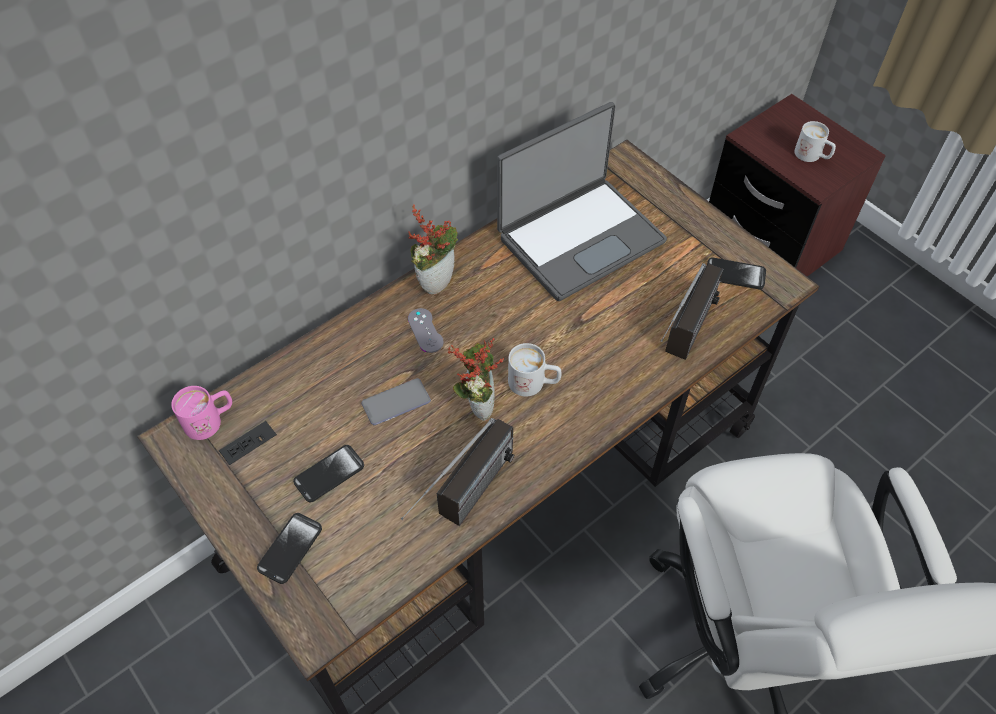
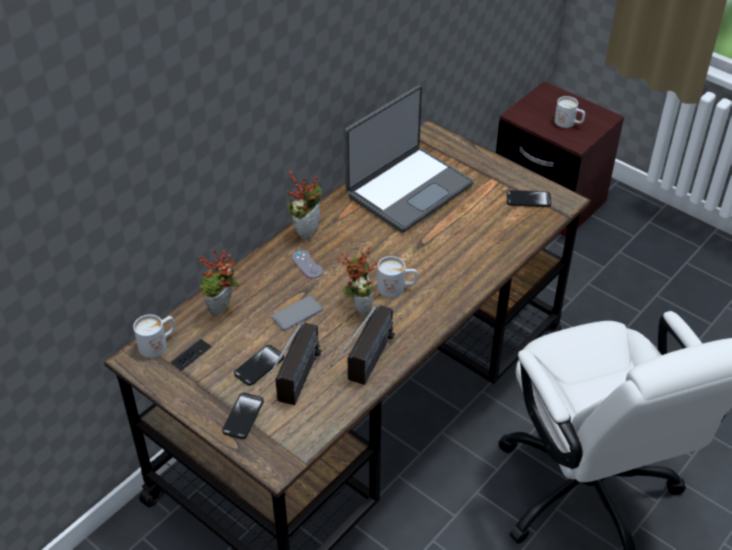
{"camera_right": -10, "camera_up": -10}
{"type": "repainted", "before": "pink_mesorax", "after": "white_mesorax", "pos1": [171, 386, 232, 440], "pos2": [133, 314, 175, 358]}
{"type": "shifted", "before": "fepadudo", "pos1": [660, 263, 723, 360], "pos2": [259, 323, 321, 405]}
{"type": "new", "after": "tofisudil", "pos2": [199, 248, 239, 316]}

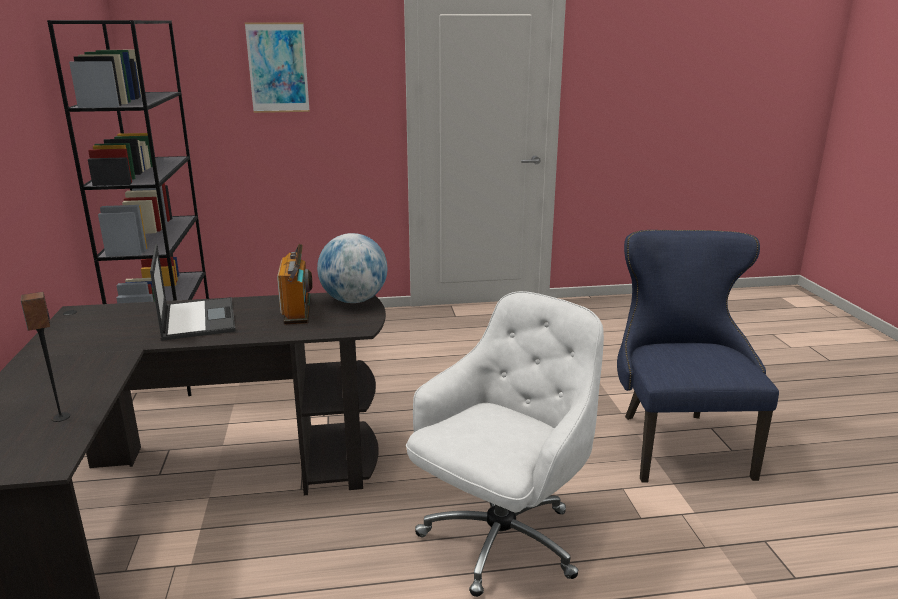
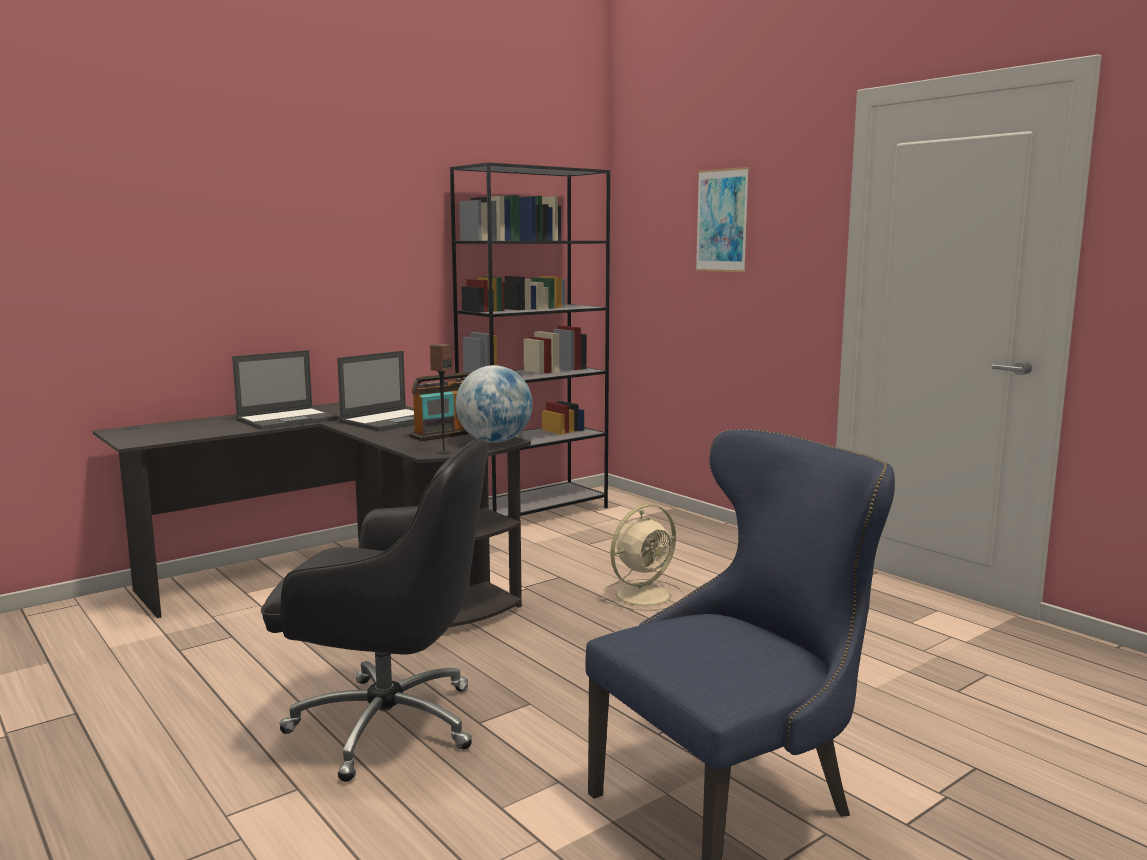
{"camera_right": 60, "camera_up": -10}
{"type": "shifted", "before": "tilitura", "pos1": [21, 292, 70, 422], "pos2": [430, 344, 452, 454]}
{"type": "repainted", "before": "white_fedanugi", "after": "black_fedanugi", "pos1": [406, 291, 604, 597], "pos2": [261, 437, 488, 782]}
{"type": "new", "after": "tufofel", "pos2": [232, 350, 339, 430]}
{"type": "new", "after": "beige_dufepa", "pos2": [600, 504, 686, 611]}

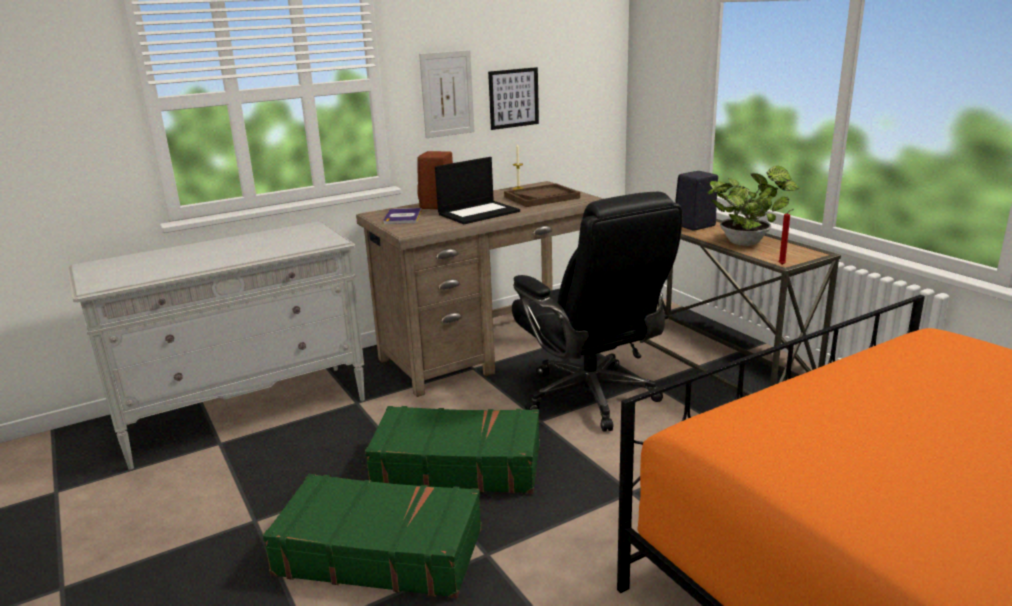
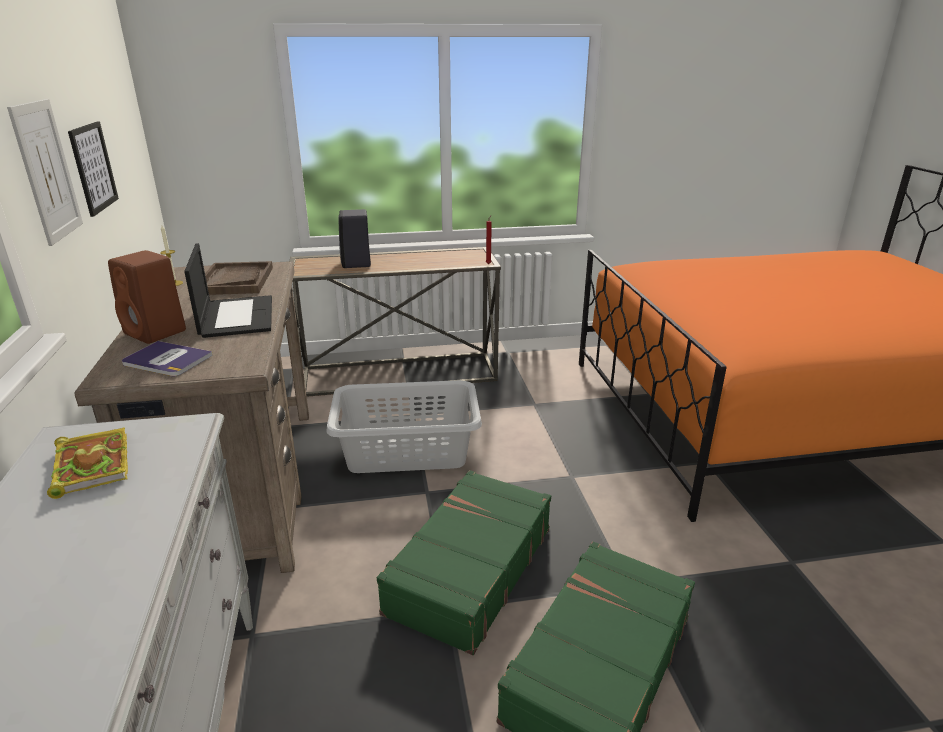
{"camera_right": -70, "camera_up": 5}
{"type": "swapped", "before": "black_fedanugi", "after": "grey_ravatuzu", "pos1": [512, 192, 683, 432], "pos2": [326, 380, 482, 473]}
{"type": "gone", "before": "tofisudil", "pos1": [708, 166, 800, 246]}
{"type": "new", "after": "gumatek", "pos2": [47, 427, 128, 499]}

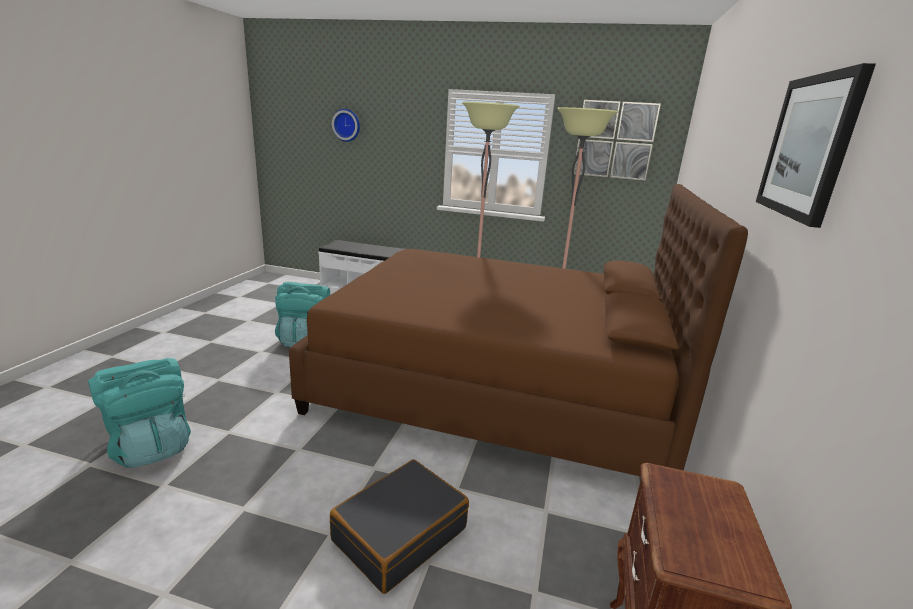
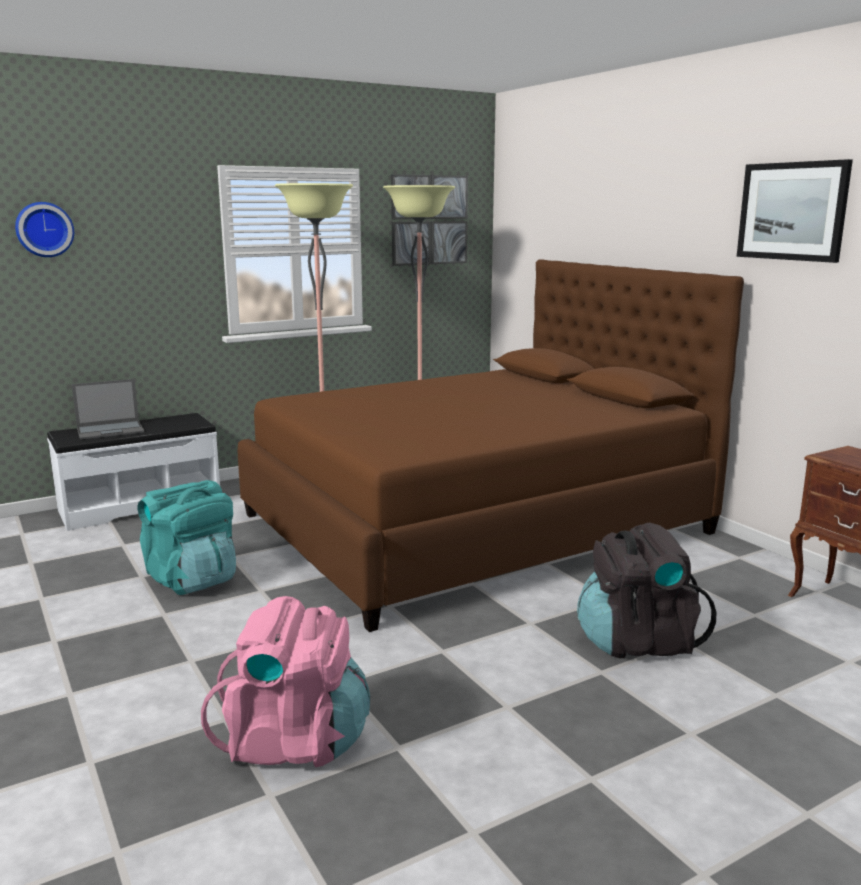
{"camera_right": -45, "camera_up": -5}
{"type": "repainted", "before": "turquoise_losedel", "after": "pink_losedel", "pos1": [88, 358, 191, 468], "pos2": [201, 596, 370, 767]}
{"type": "swapped", "before": "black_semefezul", "after": "black_losedel", "pos1": [330, 459, 469, 594], "pos2": [577, 522, 716, 658]}
{"type": "new", "after": "tufofel", "pos2": [72, 379, 144, 440]}

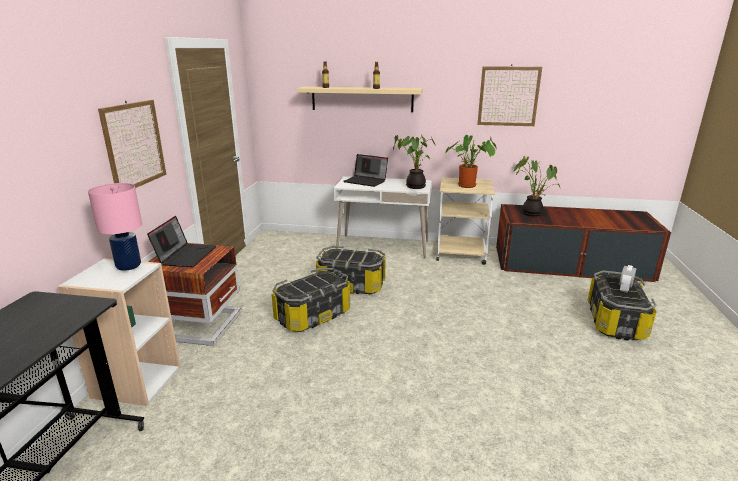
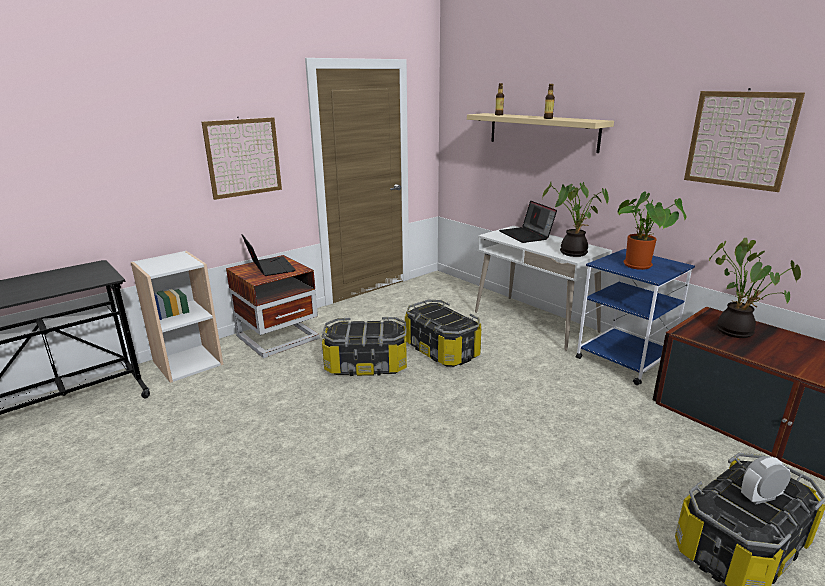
{"camera_right": 40, "camera_up": 0}
{"type": "gone", "before": "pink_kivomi", "pos1": [88, 183, 142, 271]}
{"type": "rotated", "before": "tufofel", "pos1": [147, 216, 216, 267], "pos2": [242, 234, 296, 276], "turn": -75}
{"type": "repainted", "before": "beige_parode", "after": "blue_parode", "pos1": [436, 177, 495, 265], "pos2": [576, 249, 695, 385]}

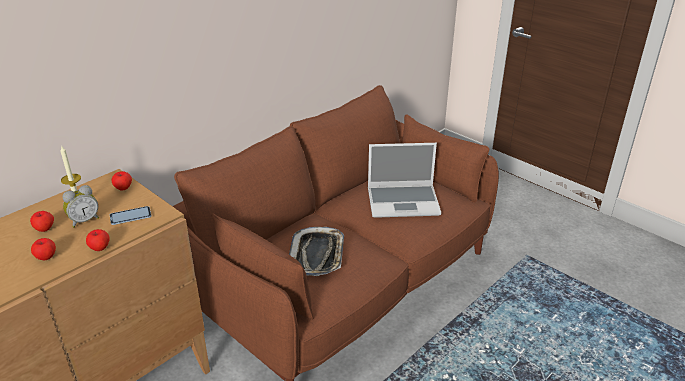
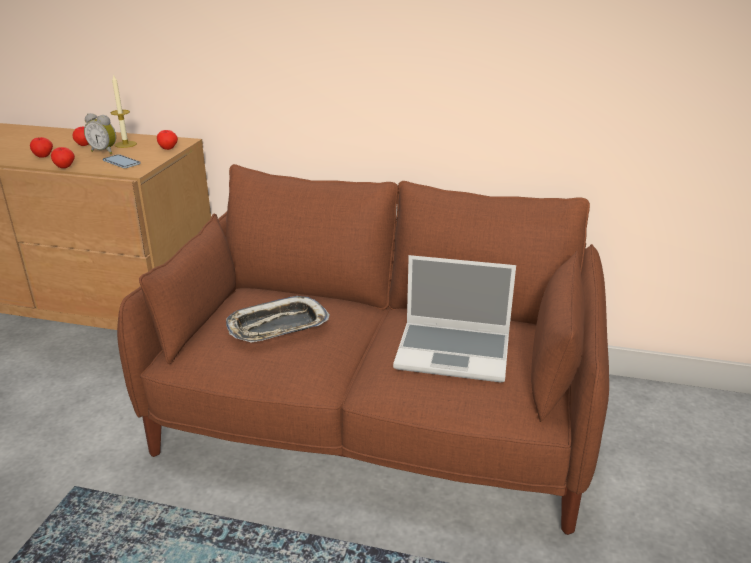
{"camera_right": 60, "camera_up": -5}
{"type": "rotated", "before": "tufofel", "pos1": [368, 143, 441, 218], "pos2": [393, 255, 516, 382], "turn": -45}

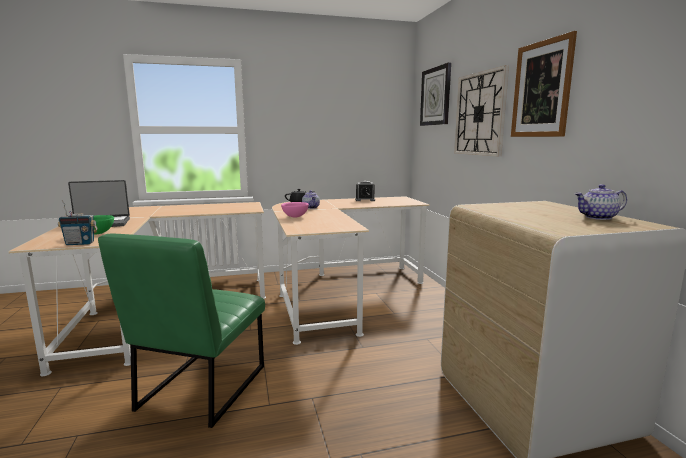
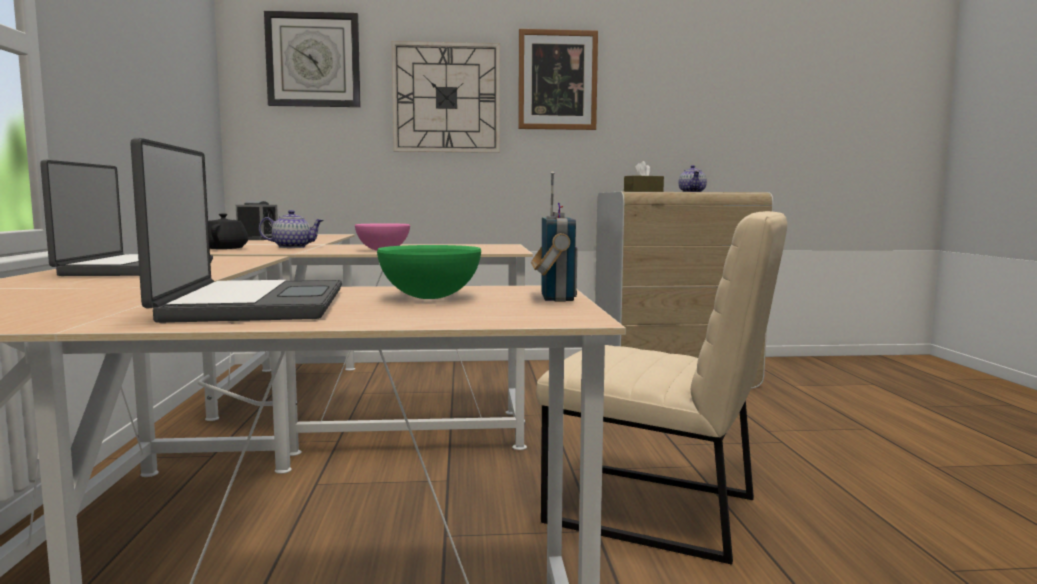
{"camera_right": -80, "camera_up": -5}
{"type": "repainted", "before": "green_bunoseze", "after": "beige_bunoseze", "pos1": [98, 234, 265, 428], "pos2": [536, 211, 787, 564]}
{"type": "new", "after": "tufofel", "pos2": [40, 160, 213, 276]}
{"type": "new", "after": "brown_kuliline", "pos2": [624, 161, 664, 192]}

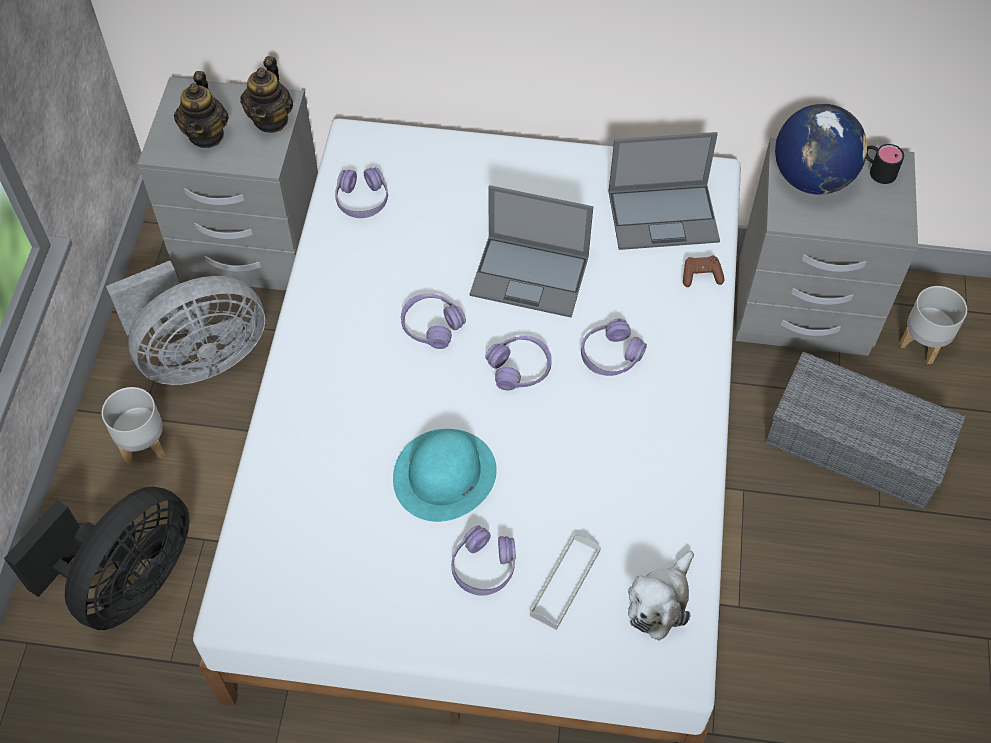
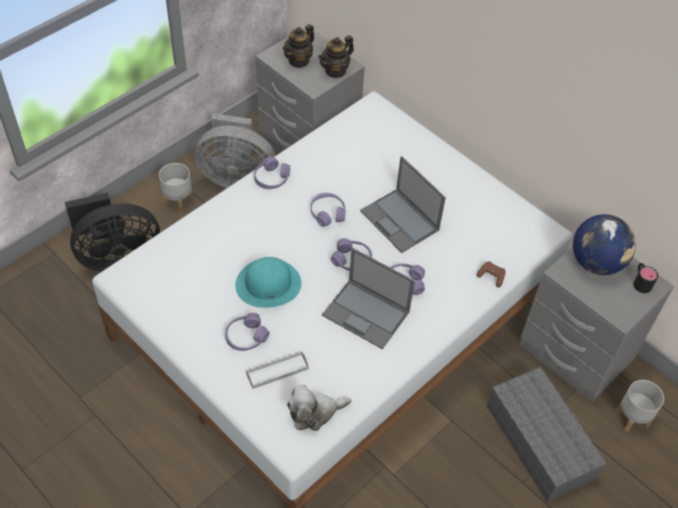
{"camera_right": 35, "camera_up": -5}
{"type": "shifted", "before": "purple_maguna", "pos1": [335, 167, 388, 218], "pos2": [254, 156, 290, 189]}
{"type": "shifted", "before": "tufofel", "pos1": [608, 132, 720, 250], "pos2": [322, 248, 415, 350]}

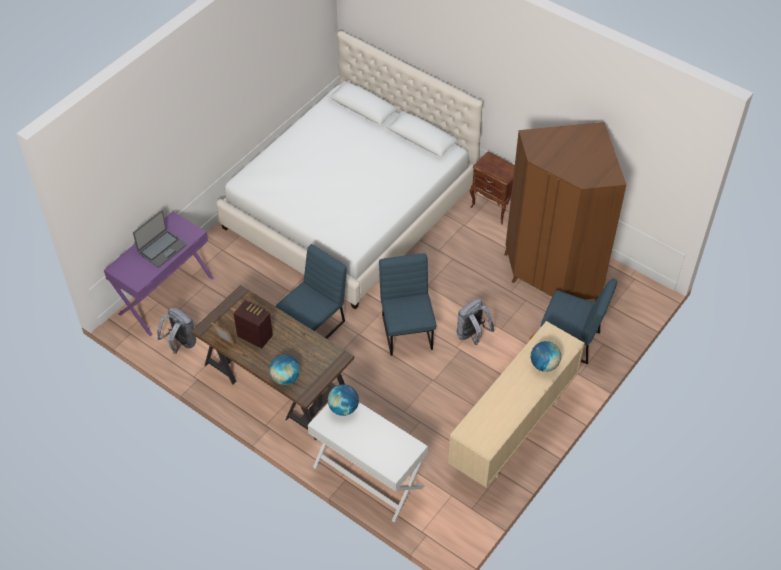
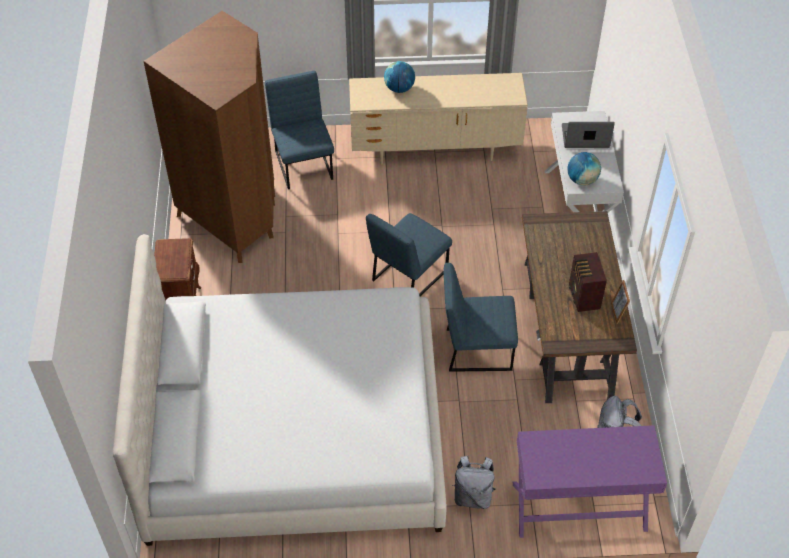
{"camera_right": -130, "camera_up": 0}
{"type": "shifted", "before": "tufofel", "pos1": [133, 210, 187, 268], "pos2": [562, 122, 615, 148]}
{"type": "gone", "before": "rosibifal", "pos1": [269, 355, 300, 385]}
{"type": "shifted", "before": "grey_losedel", "pos1": [457, 299, 495, 345], "pos2": [452, 456, 496, 509]}

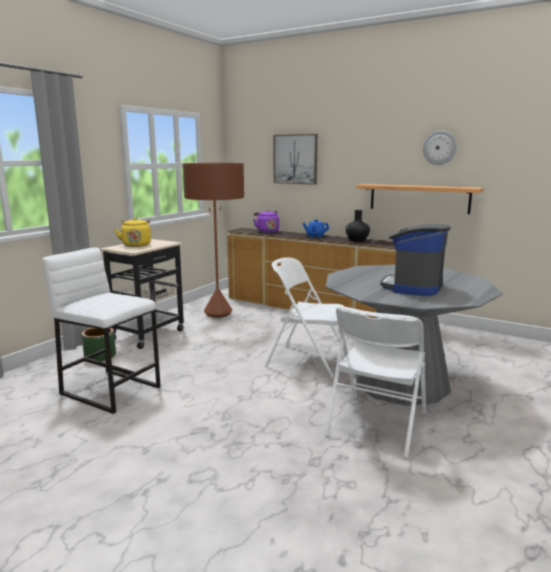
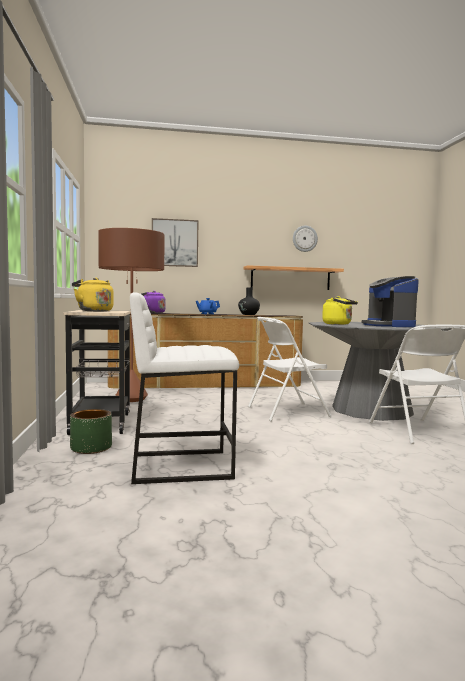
{"camera_right": -40, "camera_up": -10}
{"type": "new", "after": "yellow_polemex", "pos2": [322, 296, 358, 325]}

